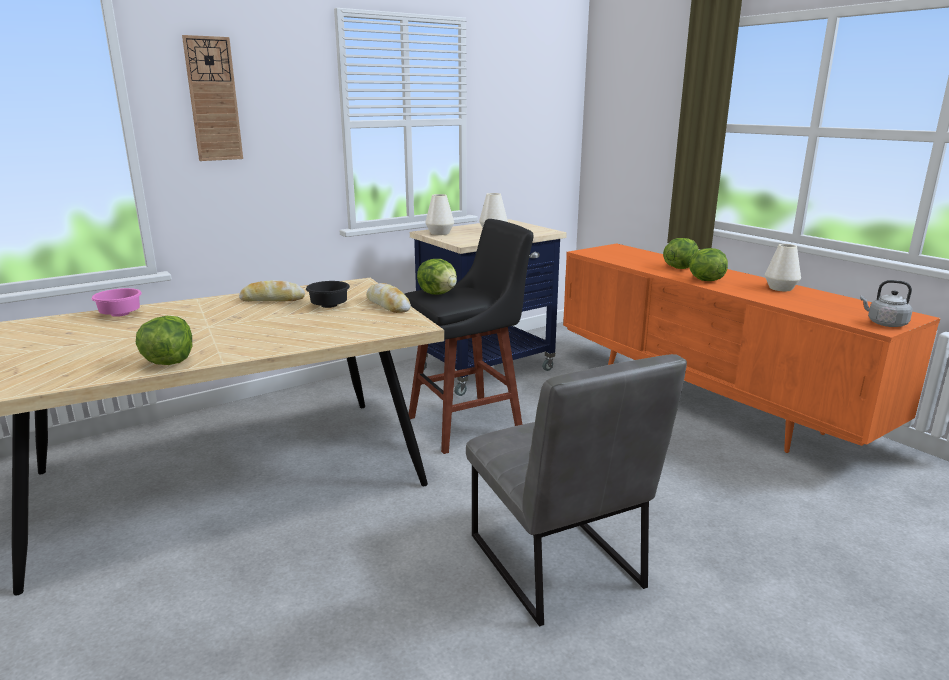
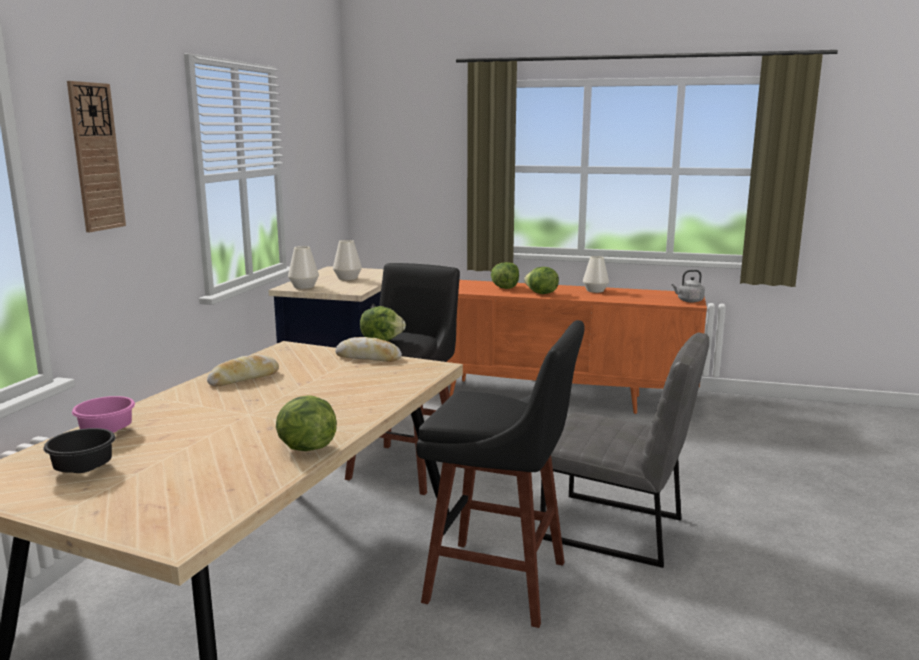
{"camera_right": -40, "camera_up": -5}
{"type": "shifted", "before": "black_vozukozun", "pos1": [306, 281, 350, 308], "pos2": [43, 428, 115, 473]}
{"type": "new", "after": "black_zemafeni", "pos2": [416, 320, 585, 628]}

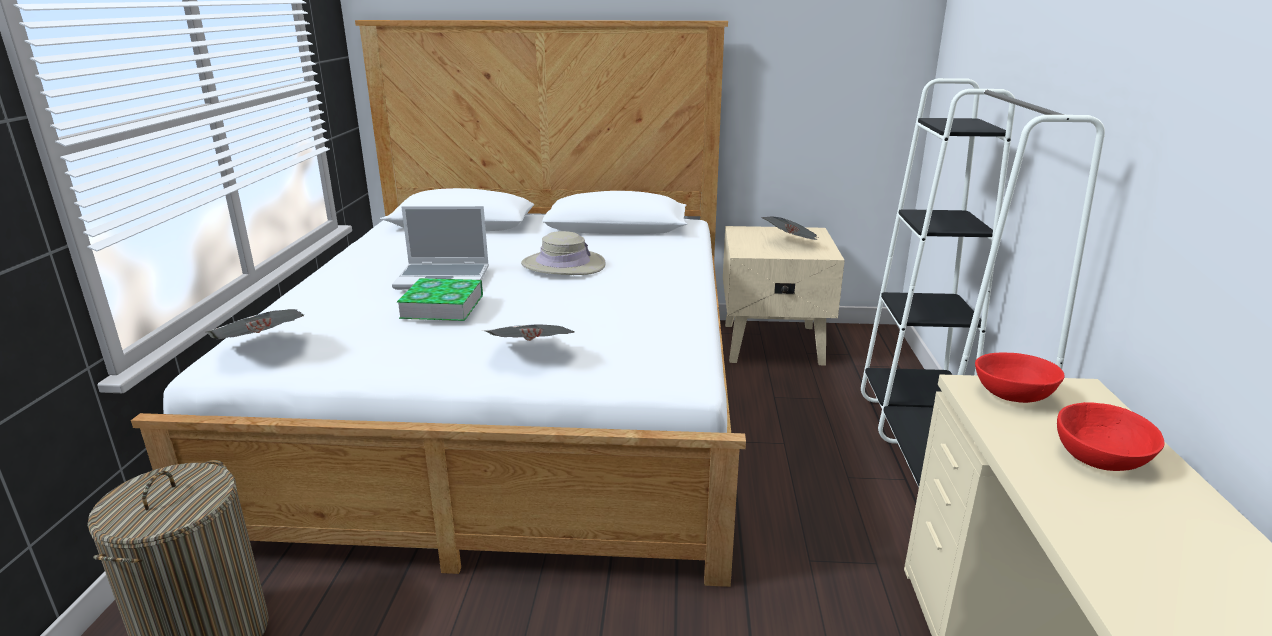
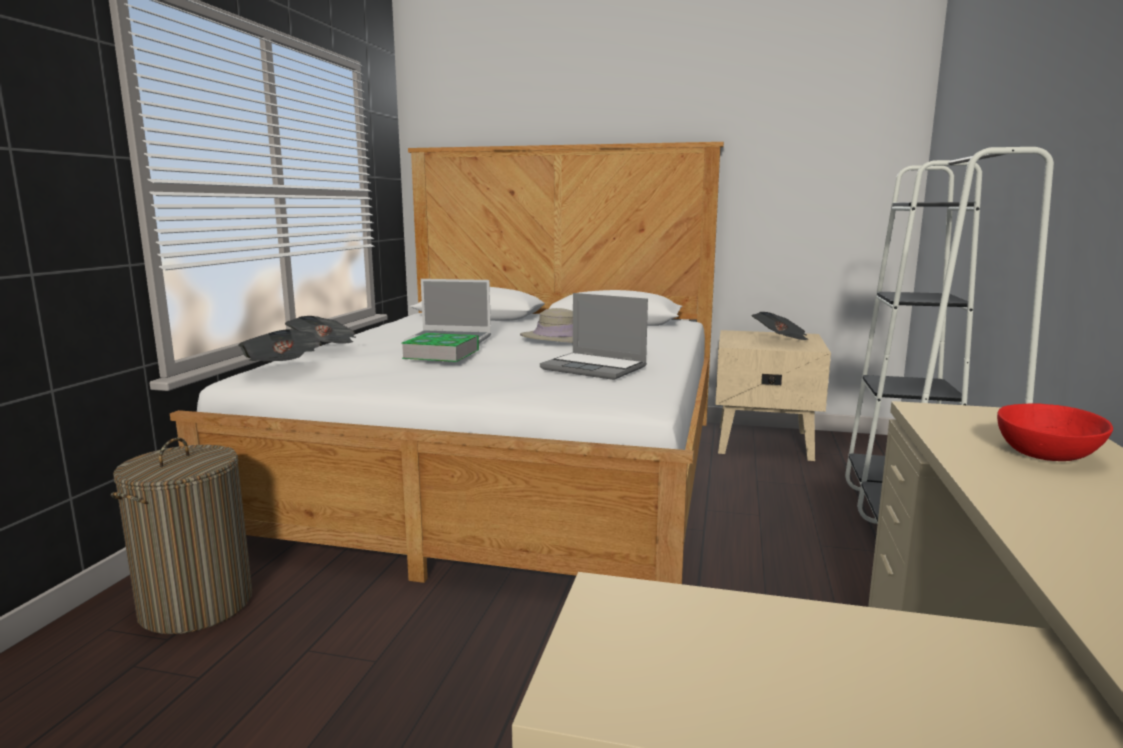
{"camera_right": 10, "camera_up": -10}
{"type": "shifted", "before": "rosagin", "pos1": [481, 324, 575, 341], "pos2": [285, 316, 356, 344]}
{"type": "gone", "before": "red_vozukozun", "pos1": [975, 353, 1065, 403]}
{"type": "new", "after": "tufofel", "pos2": [540, 293, 648, 380]}

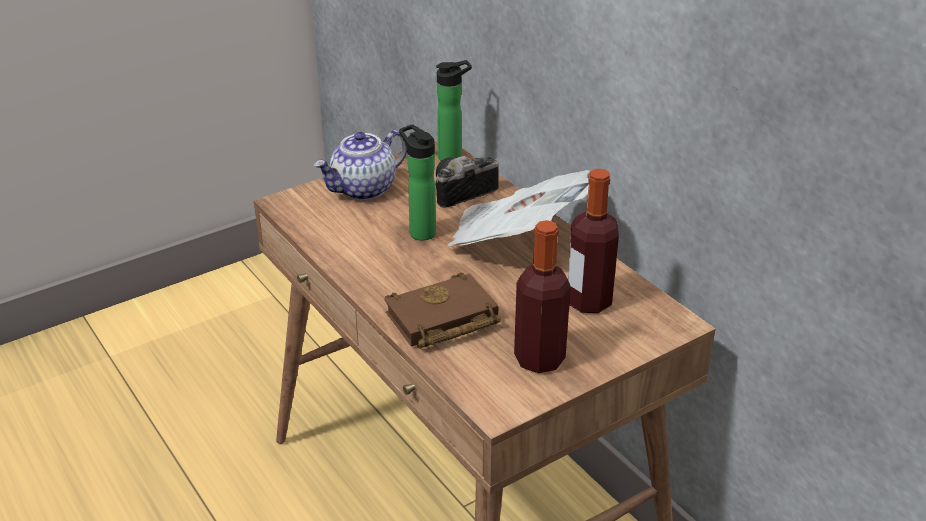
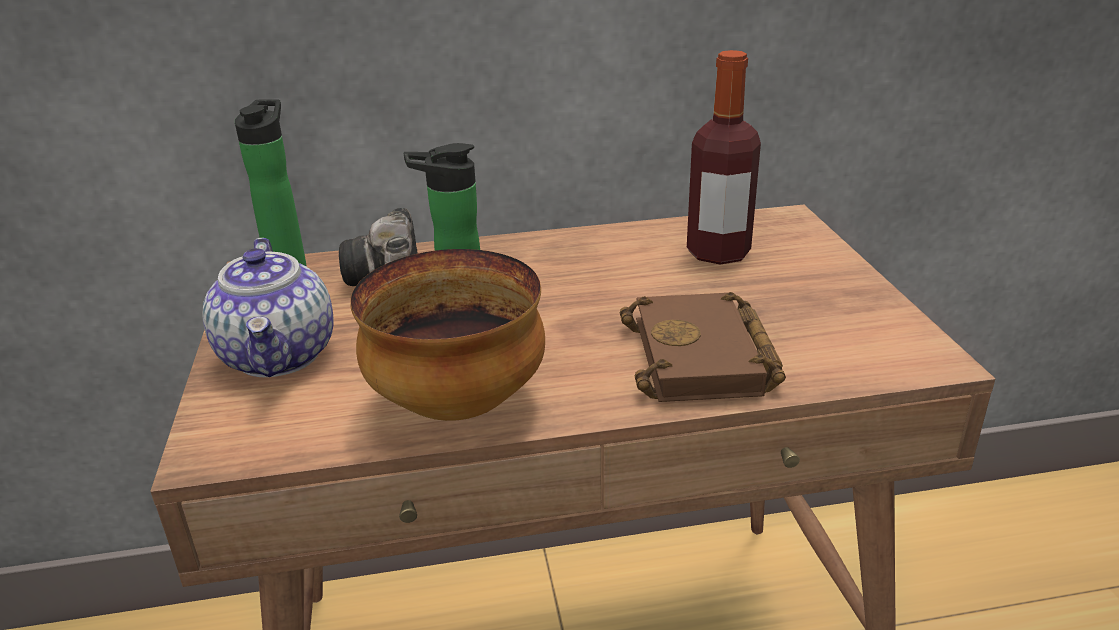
{"camera_right": -65, "camera_up": -5}
{"type": "gone", "before": "rosagin", "pos1": [448, 170, 590, 246]}
{"type": "gone", "before": "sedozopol", "pos1": [514, 220, 571, 373]}
{"type": "new", "after": "vozukozun", "pos2": [350, 249, 545, 421]}

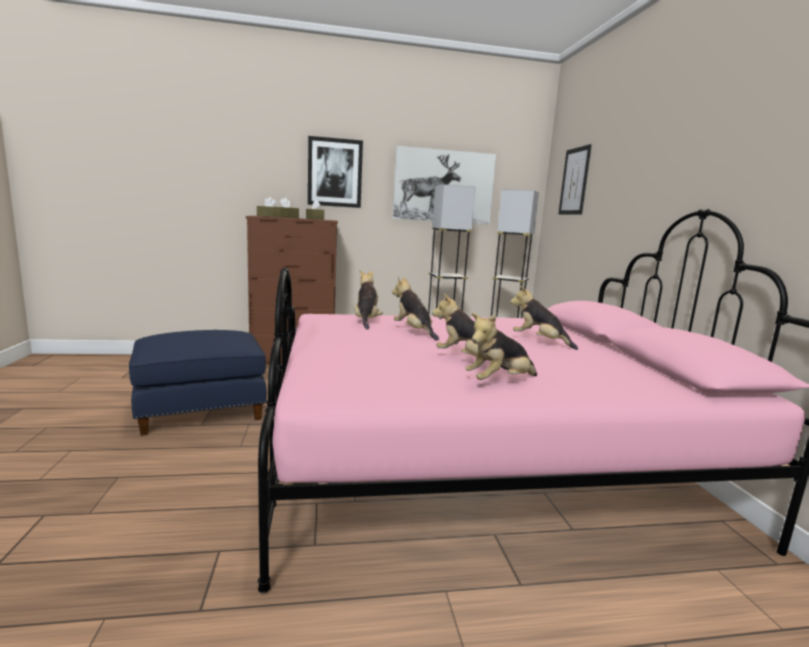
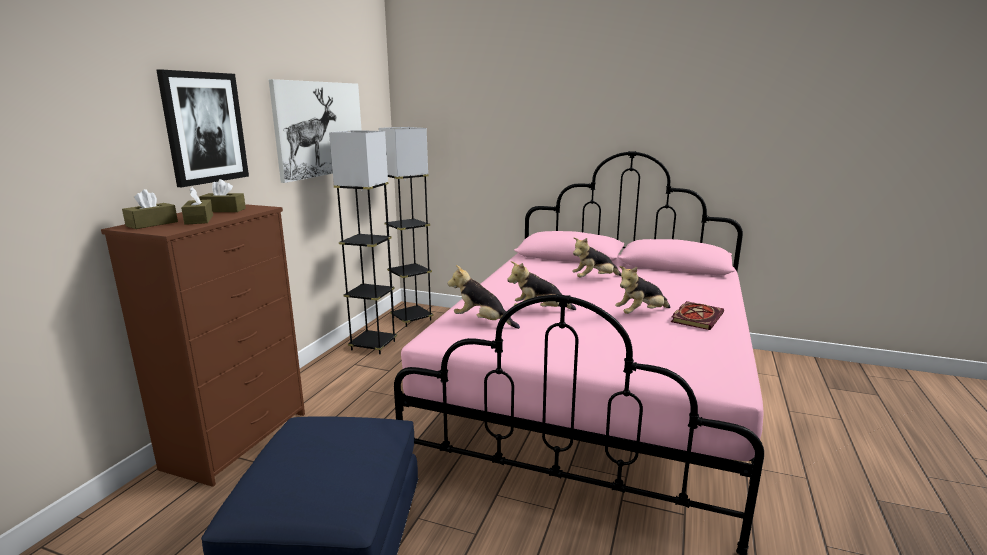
{"camera_right": -60, "camera_up": 5}
{"type": "swapped", "before": "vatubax", "after": "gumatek", "pos1": [465, 313, 537, 380], "pos2": [671, 301, 724, 330]}
{"type": "gone", "before": "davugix", "pos1": [558, 144, 592, 215]}

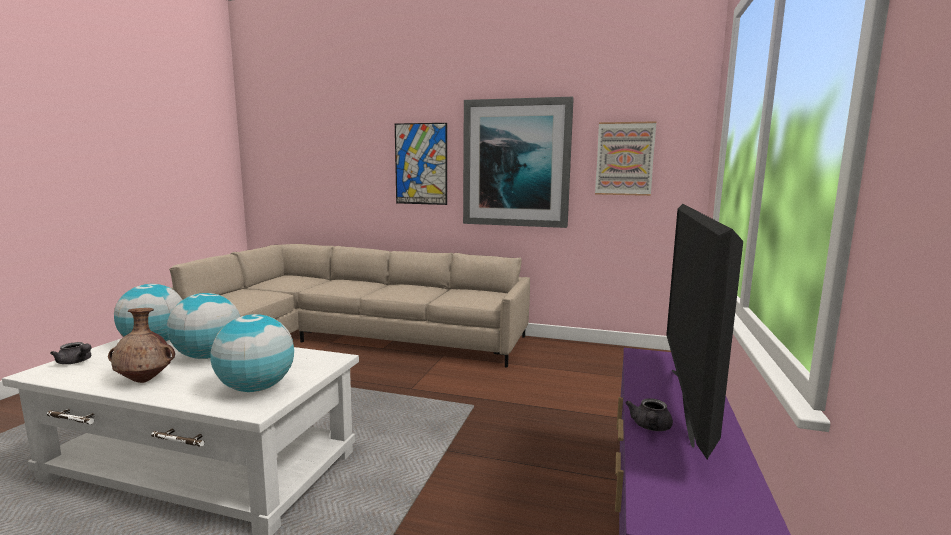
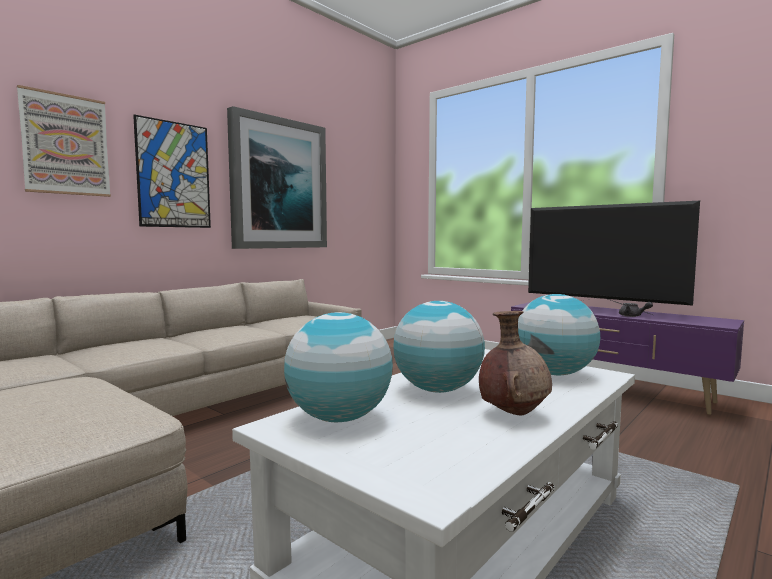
{"camera_right": -65, "camera_up": -5}
{"type": "gone", "before": "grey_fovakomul", "pos1": [50, 342, 92, 364]}
{"type": "shifted", "before": "davugix", "pos1": [595, 121, 656, 196], "pos2": [17, 85, 111, 197]}

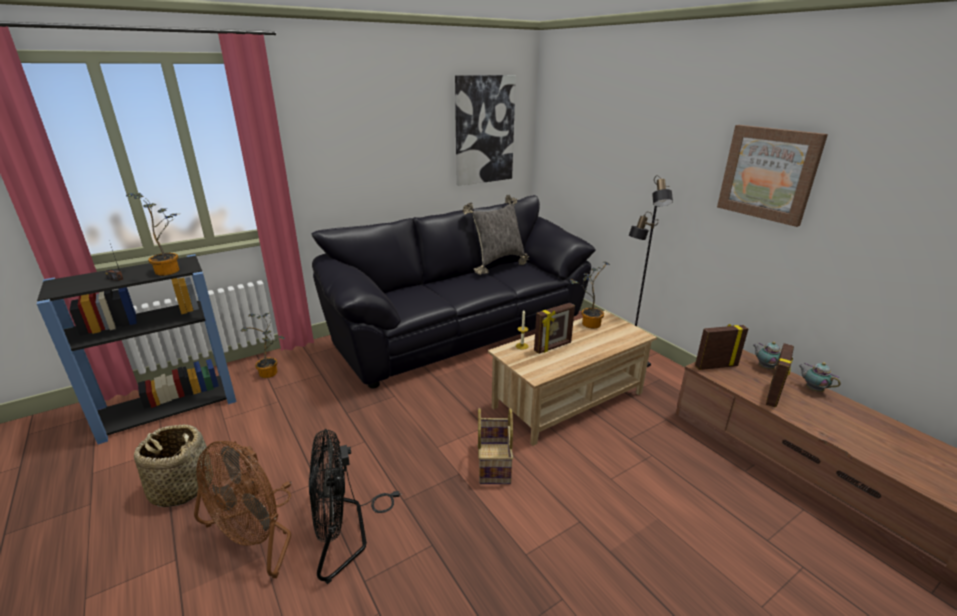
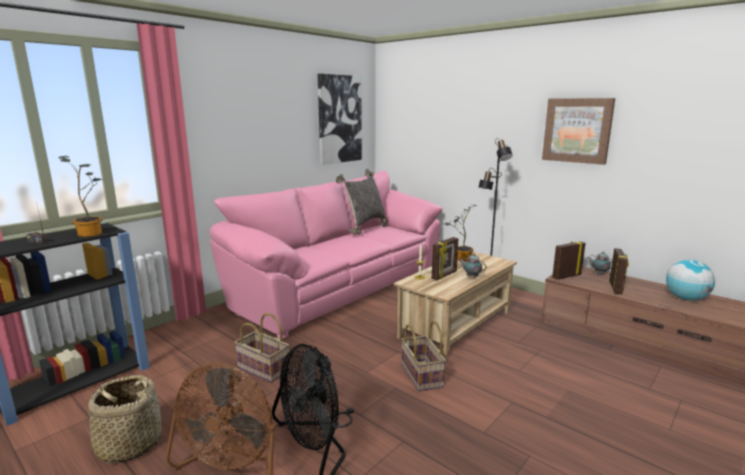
{"camera_right": -15, "camera_up": -10}
{"type": "gone", "before": "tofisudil", "pos1": [240, 313, 285, 378]}
{"type": "repainted", "before": "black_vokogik", "after": "pink_vokogik", "pos1": [312, 195, 596, 389], "pos2": [210, 171, 443, 339]}
{"type": "shifted", "before": "fovakomul", "pos1": [799, 362, 841, 392], "pos2": [460, 253, 487, 278]}
{"type": "new", "after": "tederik", "pos2": [234, 313, 290, 383]}
{"type": "new", "after": "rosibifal", "pos2": [666, 260, 715, 301]}

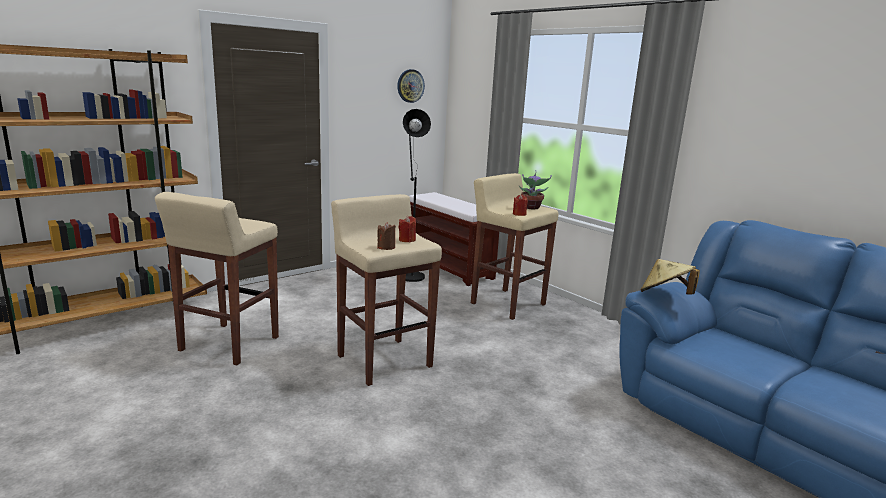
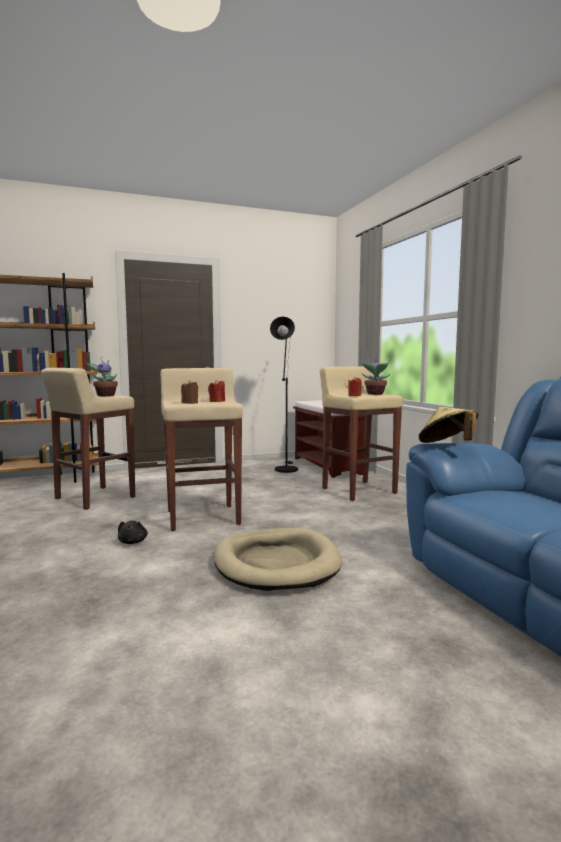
{"camera_right": 20, "camera_up": -10}
{"type": "gone", "before": "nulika", "pos1": [397, 69, 425, 103]}
{"type": "new", "after": "tofisudil", "pos2": [85, 357, 118, 396]}
{"type": "new", "after": "black_vatubax", "pos2": [118, 521, 148, 544]}
{"type": "new", "after": "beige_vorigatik", "pos2": [214, 528, 343, 591]}

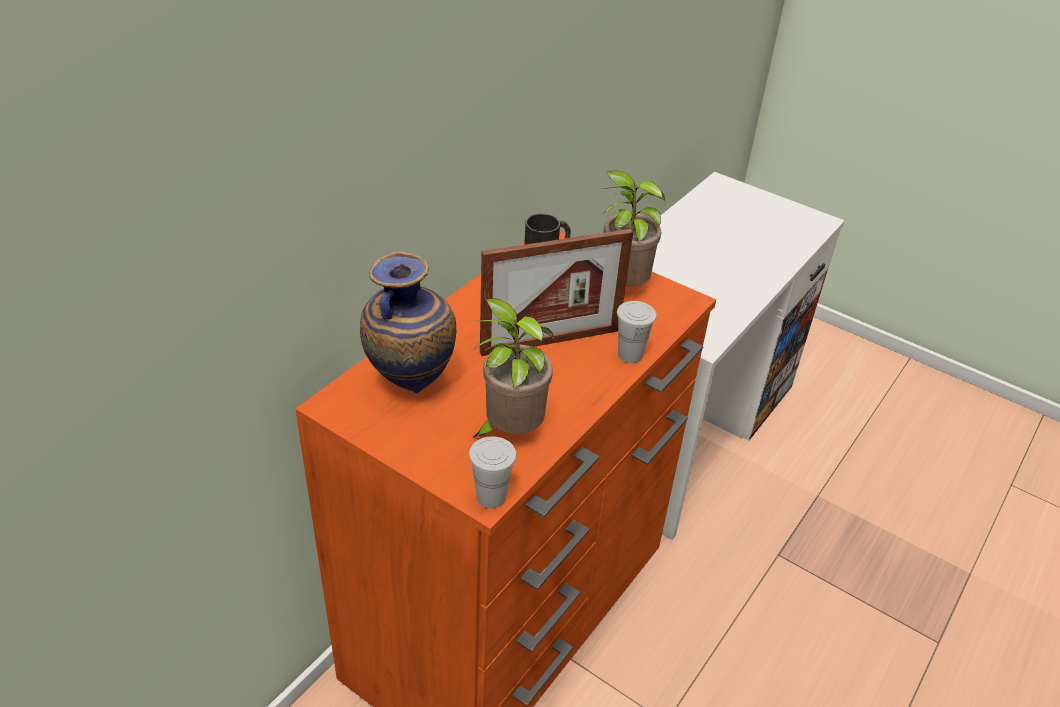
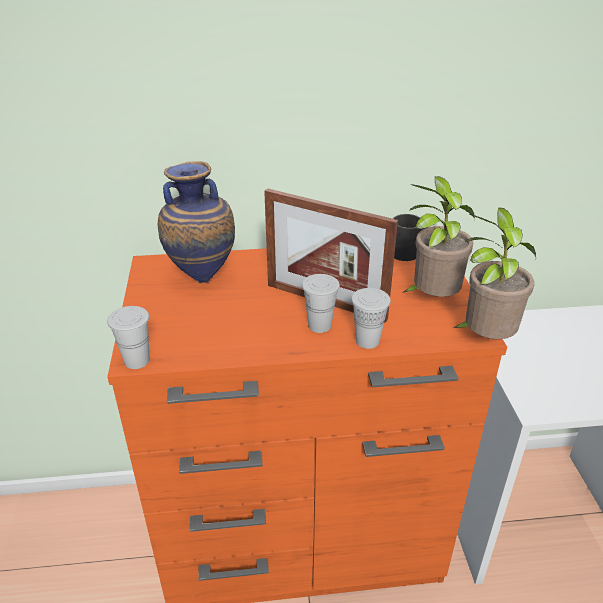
{"camera_right": 50, "camera_up": -5}
{"type": "shifted", "before": "tofisudil", "pos1": [472, 298, 555, 438], "pos2": [453, 207, 536, 339]}
{"type": "new", "after": "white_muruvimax", "pos2": [302, 274, 340, 333]}

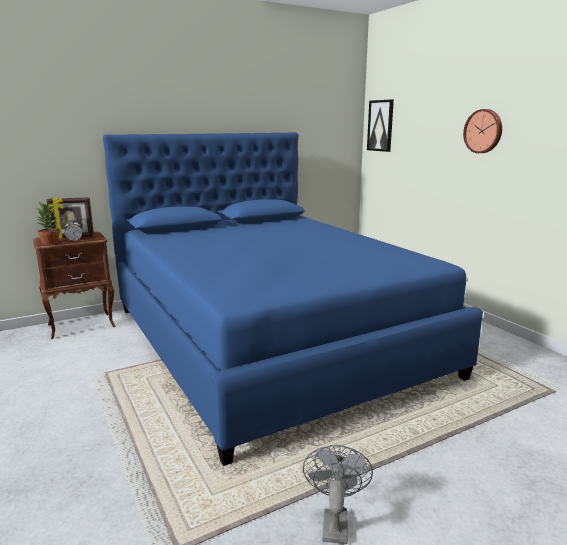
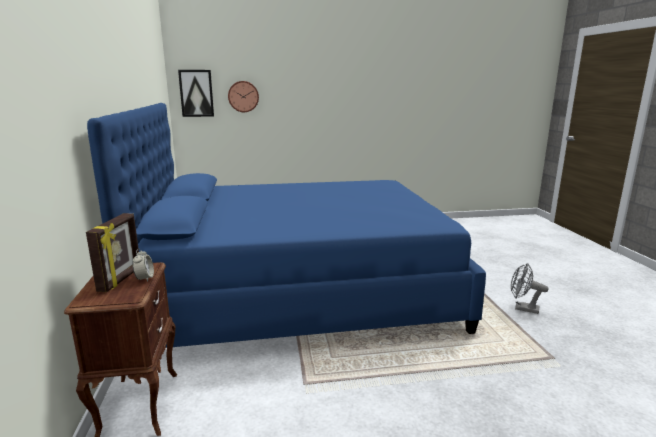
{"camera_right": -70, "camera_up": 0}
{"type": "gone", "before": "tofisudil", "pos1": [37, 201, 60, 244]}
{"type": "shifted", "before": "nulika", "pos1": [463, 109, 502, 153], "pos2": [228, 81, 259, 112]}

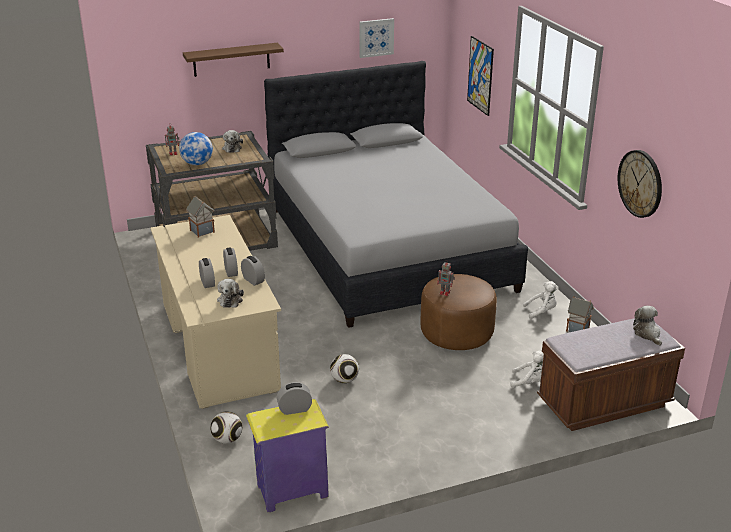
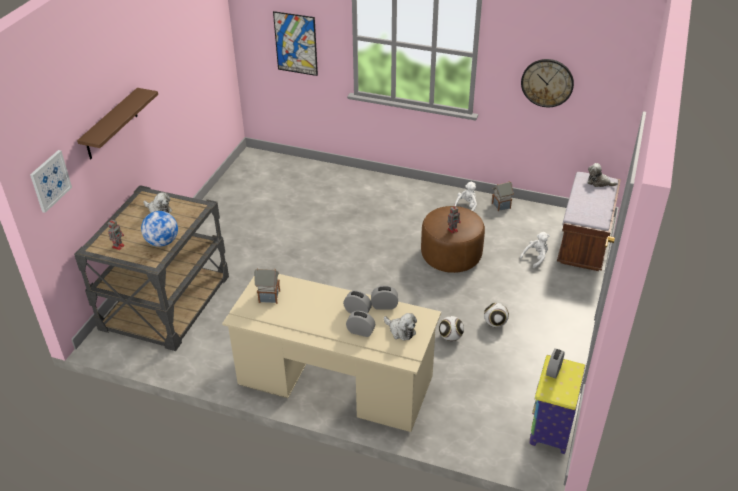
{"camera_right": -50, "camera_up": 10}
{"type": "shifted", "before": "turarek", "pos1": [210, 411, 242, 444], "pos2": [484, 303, 509, 327]}
{"type": "gone", "before": "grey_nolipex", "pos1": [264, 61, 528, 328]}
{"type": "shifted", "before": "davugix", "pos1": [359, 18, 394, 58], "pos2": [30, 150, 72, 213]}

